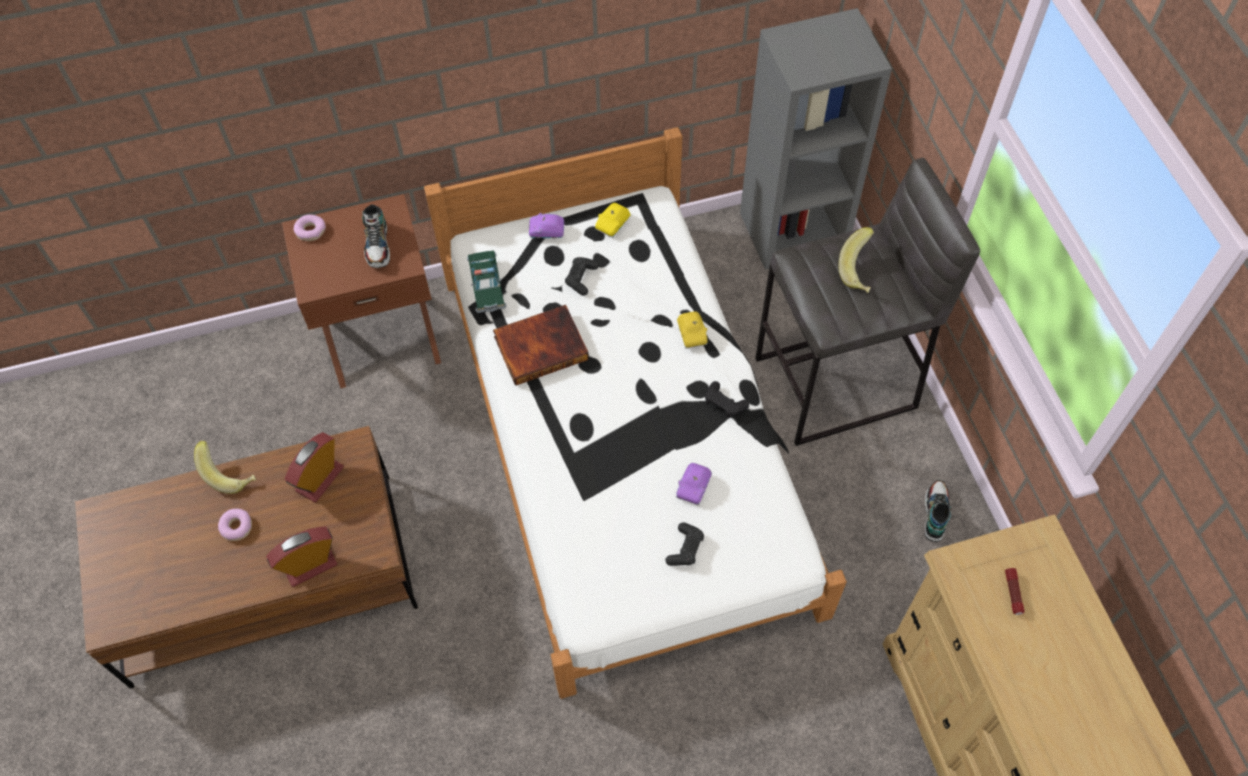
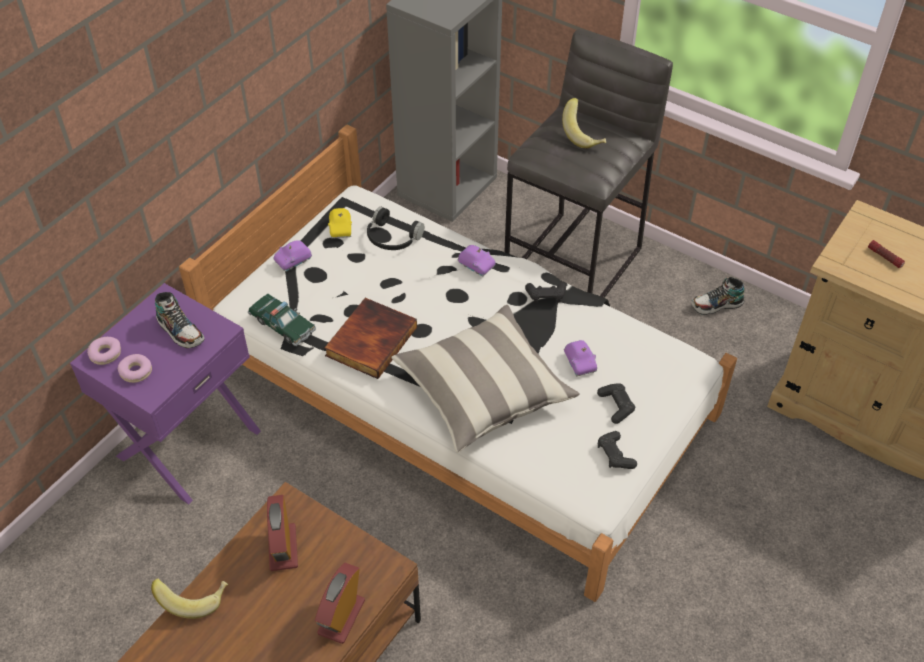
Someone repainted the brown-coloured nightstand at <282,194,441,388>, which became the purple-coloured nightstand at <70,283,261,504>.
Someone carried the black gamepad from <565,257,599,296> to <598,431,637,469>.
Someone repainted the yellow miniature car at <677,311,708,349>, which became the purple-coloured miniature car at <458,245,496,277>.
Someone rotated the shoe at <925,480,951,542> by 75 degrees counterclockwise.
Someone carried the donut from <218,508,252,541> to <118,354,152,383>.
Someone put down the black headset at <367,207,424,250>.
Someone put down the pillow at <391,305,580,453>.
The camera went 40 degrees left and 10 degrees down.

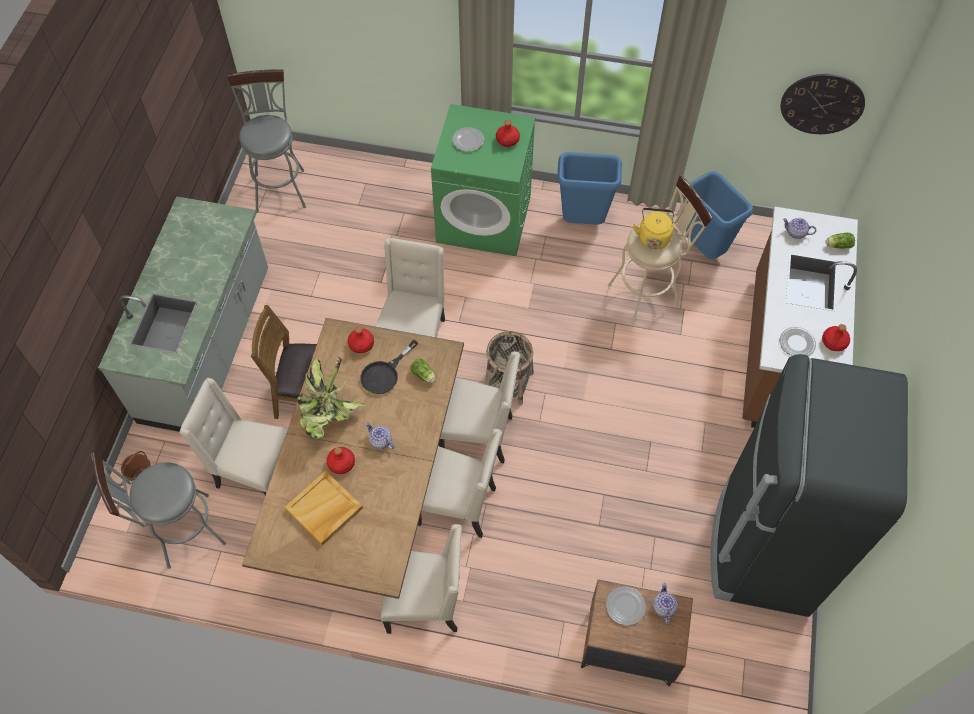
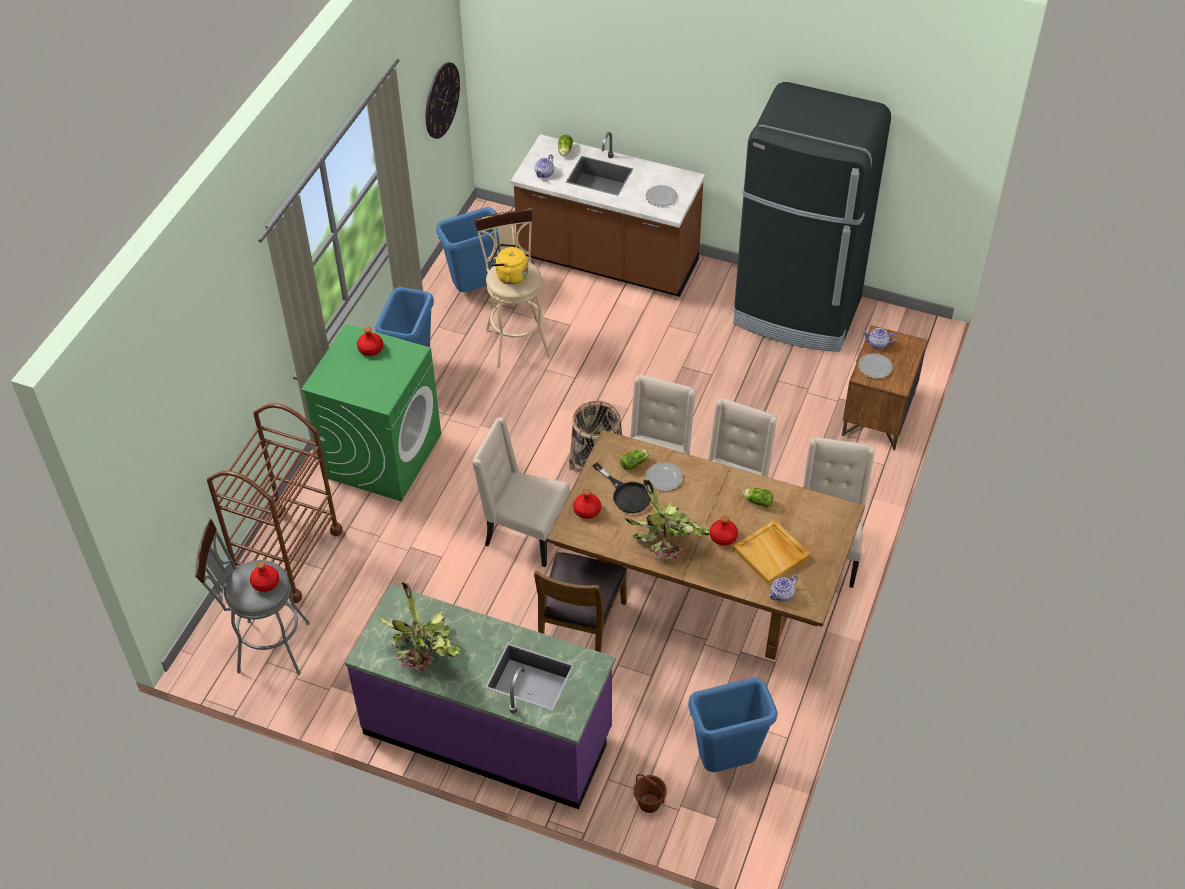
Someone carried the flat dish from <452,127,484,152> to <646,462,683,491>.
Someone repainted the grey counter at <98,196,268,432>, which became the purple-coloured counter at <345,584,615,809>.
Someone carried the reddish drink bottle from <822,324,850,351> to <250,562,279,592>.
Someone took away the beige-coloured plain chair at <179,378,288,495>.
Someone carried the teapot from <365,422,394,450> to <768,575,798,602>.
Someone swapped the grey stool seat at <91,453,226,569> for the bluish rubbish bin at <688,677,778,772>.
Someone put down the brown-coloured wheeled cart at <207,403,343,603>.
Someone put down the lettuce head at <743,488,773,508>.
Someone put down the potted plant at <379,582,461,671>.
The camera went 80 degrees left and 10 degrees down.

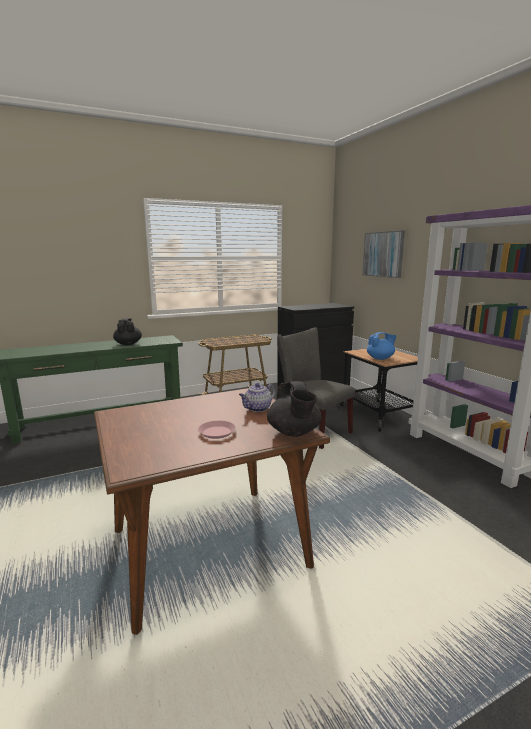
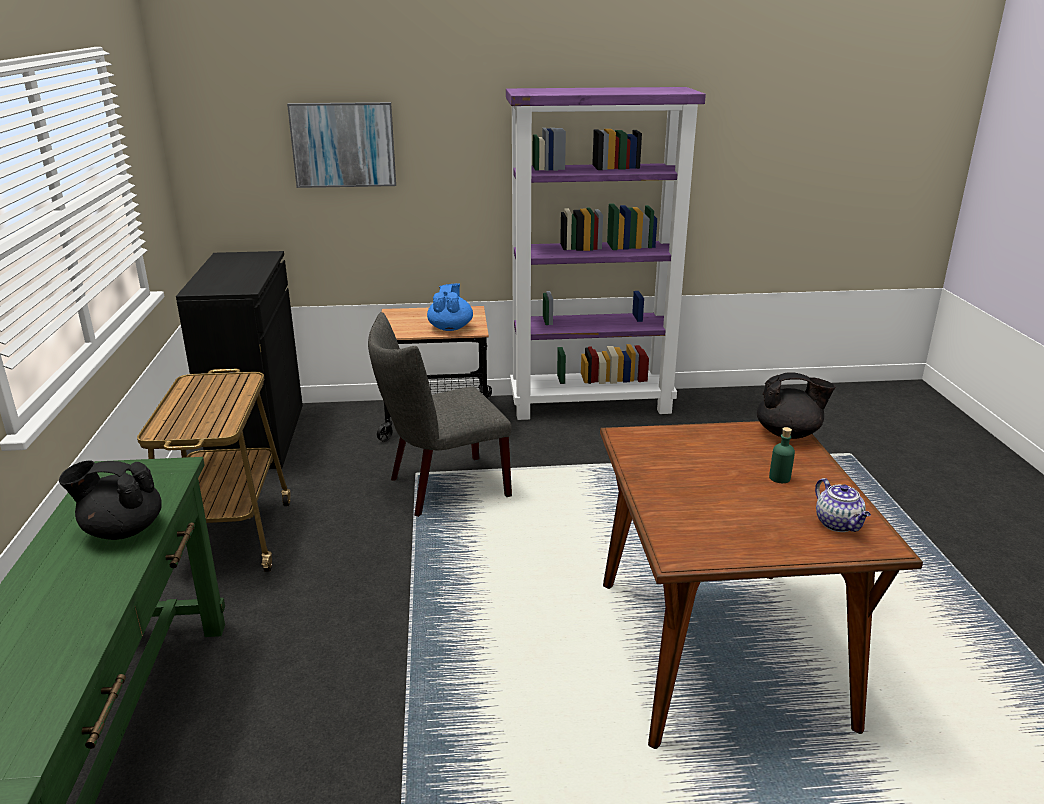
Someone carried the teapot from <239,383,275,412> to <815,478,871,532>.
Someone swapped the pink-coloured flat dish at <198,421,236,439> for the greenish drink bottle at <769,427,795,483>.
The camera went 70 degrees left and 10 degrees up.

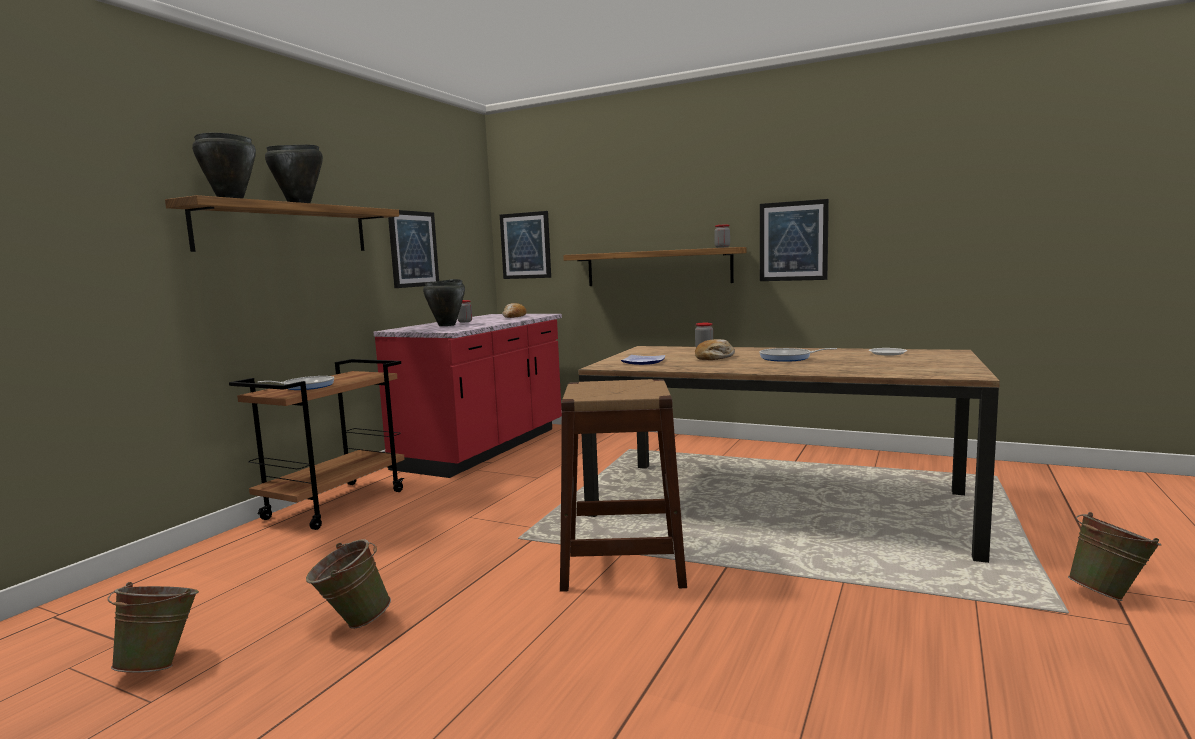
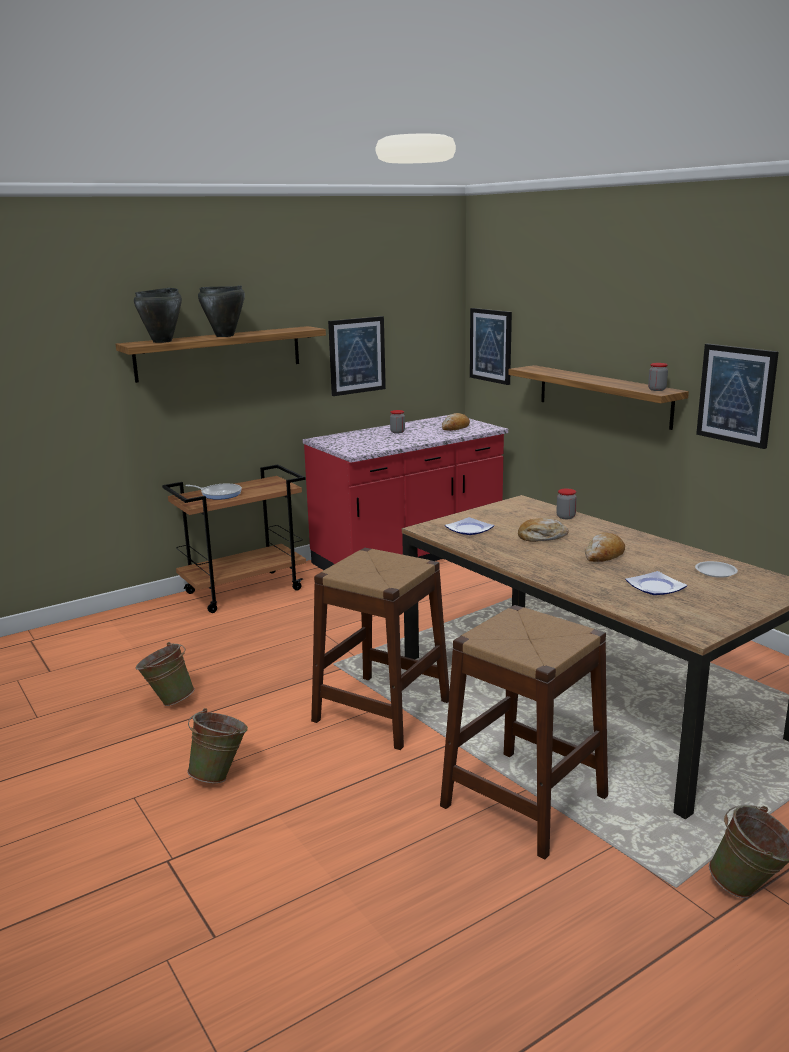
Someone took away the black stockpot at <423,279,465,326>.
Someone swapped the skillet at <759,348,837,362> for the bakery bread at <585,533,625,562>.
Someone carried the greenish water bucket from <108,582,199,673> to <187,708,248,783>.
Someone put down the flat dish at <625,571,687,595>.
Someone put down the brown-coloured stool seat at <440,605,608,860>.
The camera went 30 degrees right and 10 degrees up.

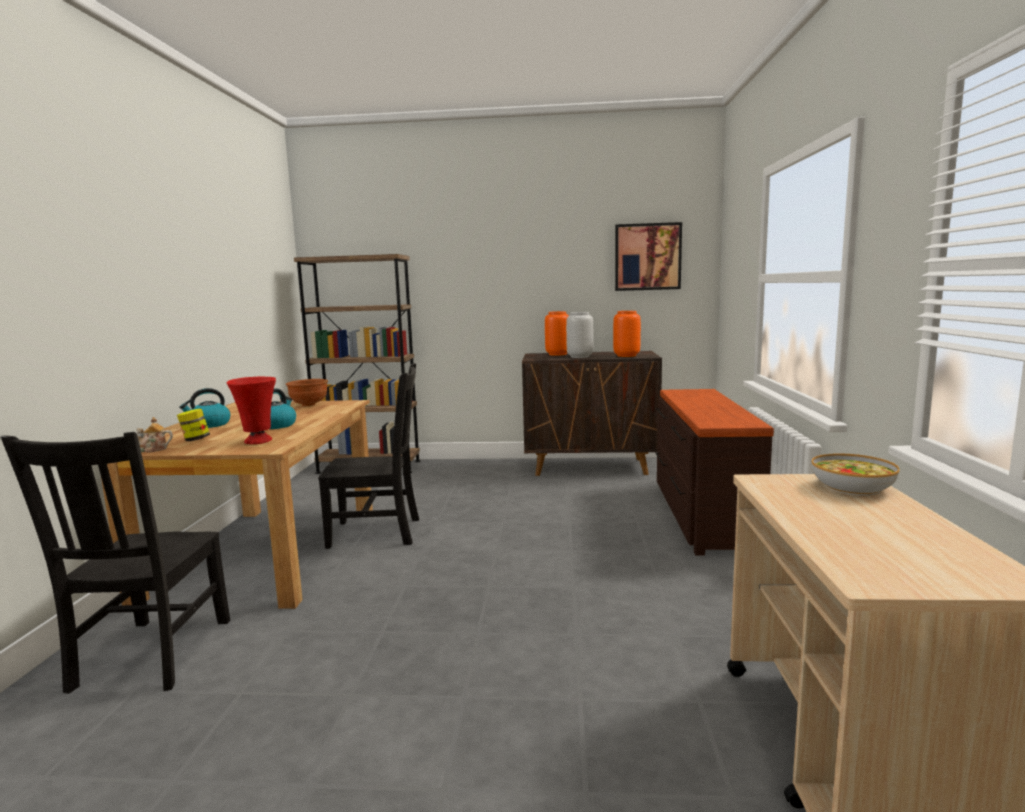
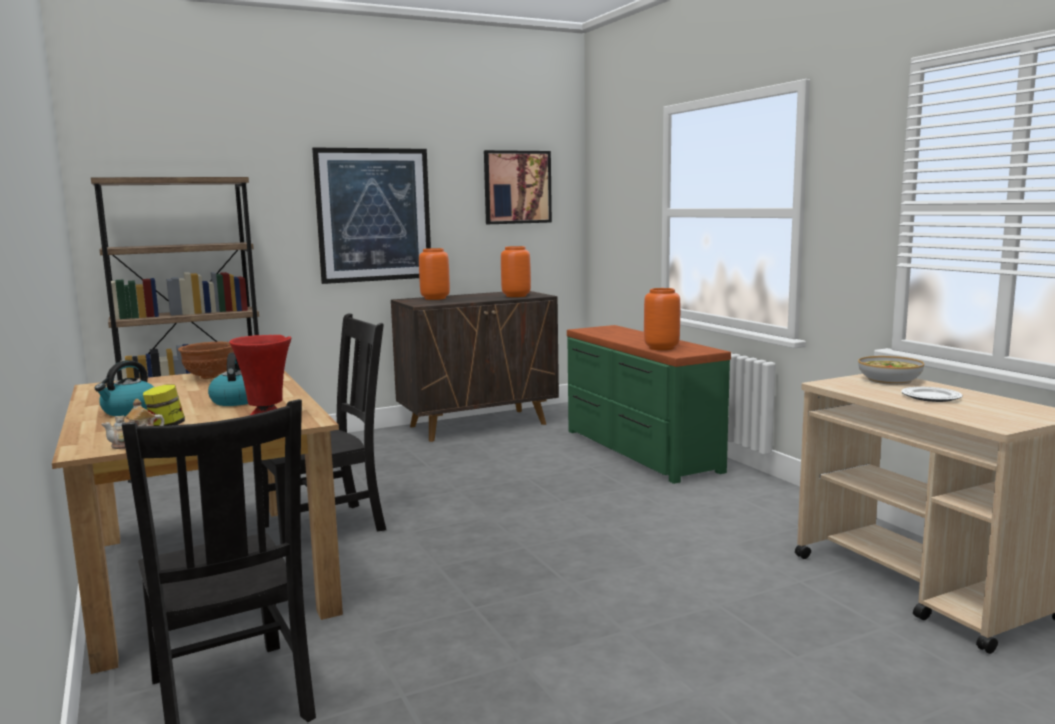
Someone took away the grey vase at <566,312,593,358>.
Someone repainted the brown-coloured dresser at <655,389,774,556>, which became the greenish dresser at <567,325,731,484>.
Someone put up the wall art at <312,147,431,284>.
Someone put down the orangey vase at <644,288,680,350>.
Someone put down the flat dish at <901,387,963,402>.
The camera went 30 degrees left and 0 degrees up.

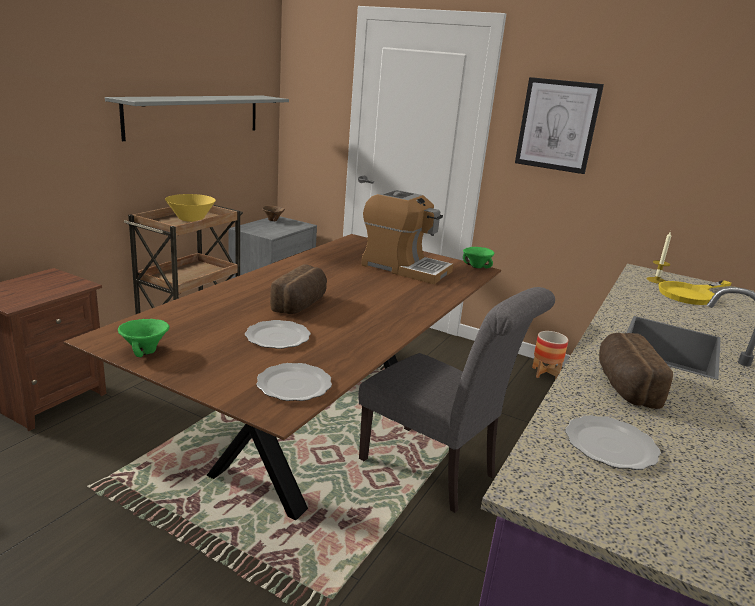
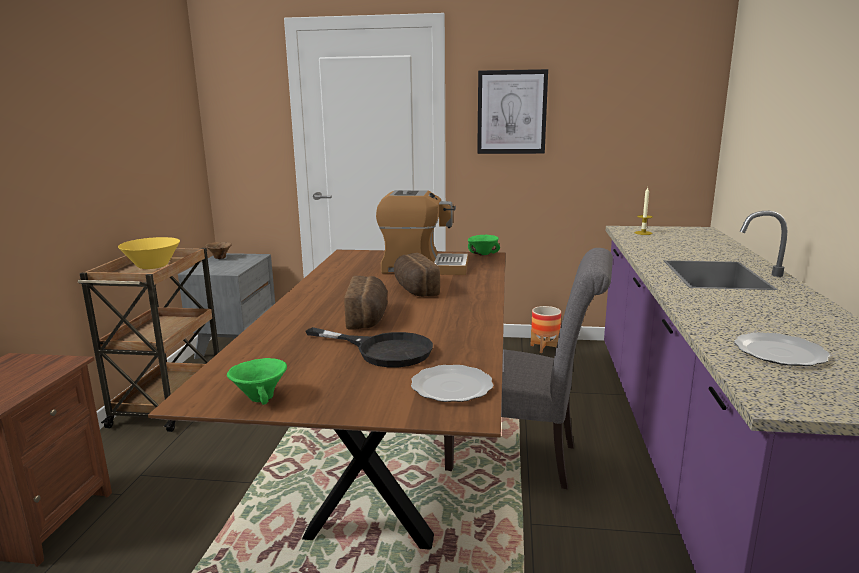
Someone took away the grey shelf at <105,96,289,141>.
Someone took away the yellow skillet at <658,280,732,305>.
Someone swapped the flat dish at <245,320,311,349> for the black skillet at <305,327,433,367>.
Someone carried the bakery bread from <599,333,673,409> to <394,253,440,297>.
The camera went 20 degrees left and 5 degrees down.

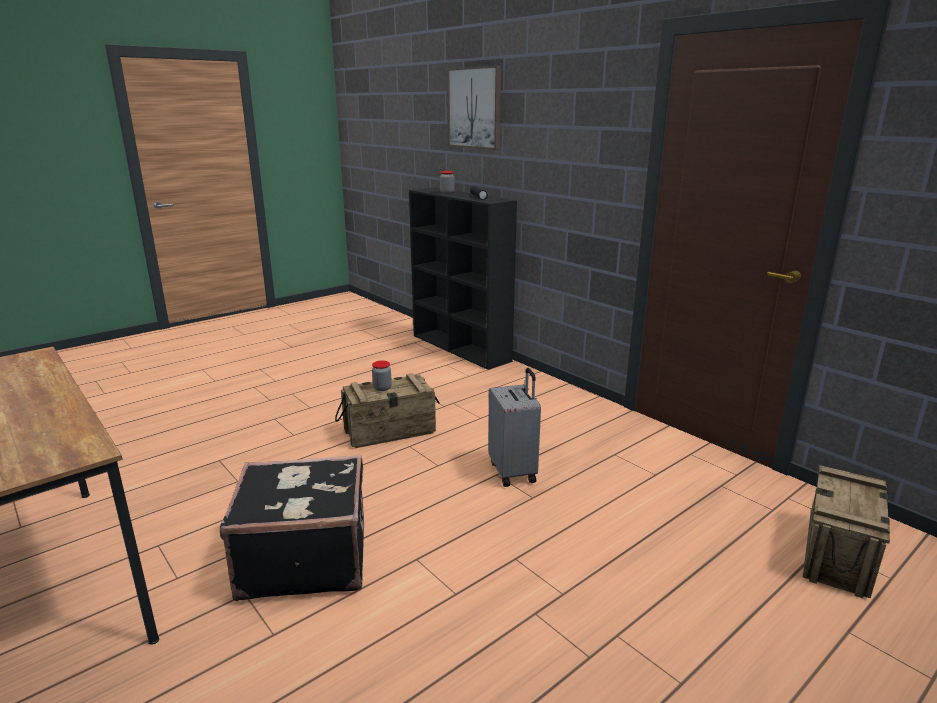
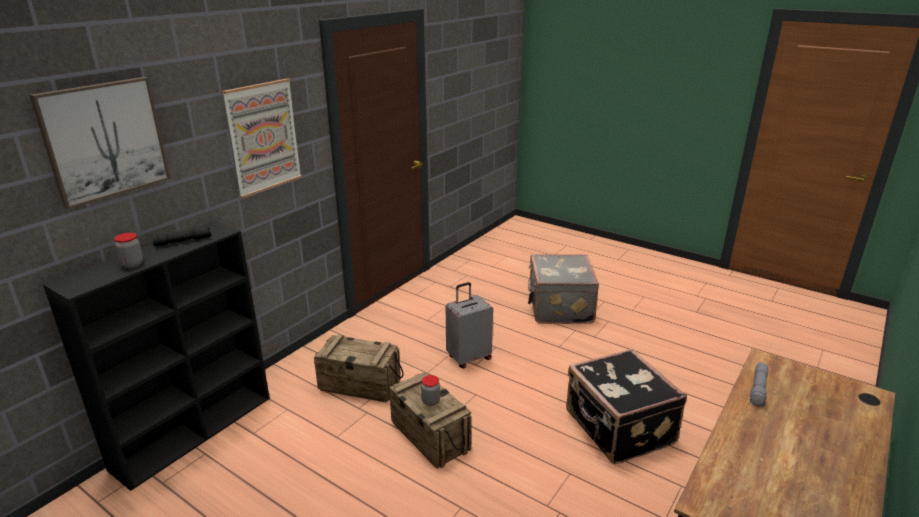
Someone carried the shipping crate from <803,465,890,598> to <314,335,404,402>.
Someone put up the wall art at <222,78,302,198>.
Someone put down the grey travel case at <528,254,599,324>.
Someone put down the grey torch at <750,362,768,407>.
The camera went 105 degrees left and 5 degrees up.

